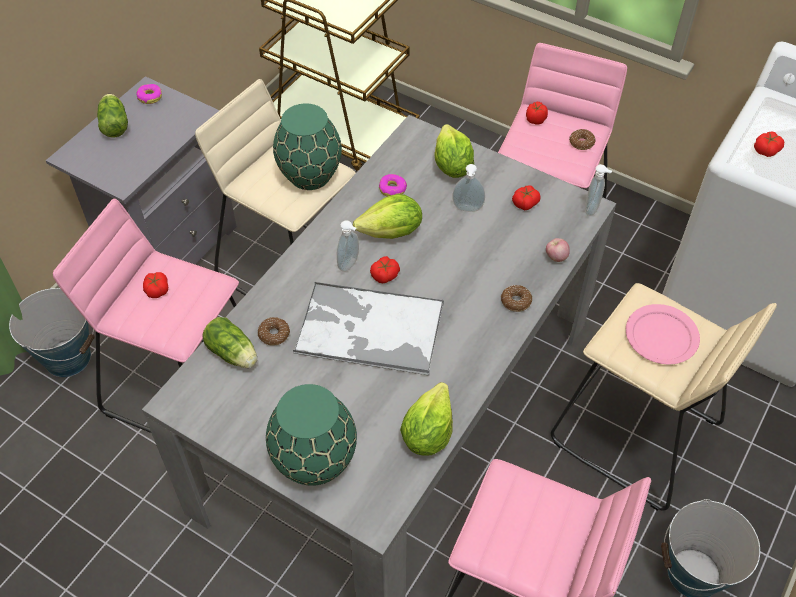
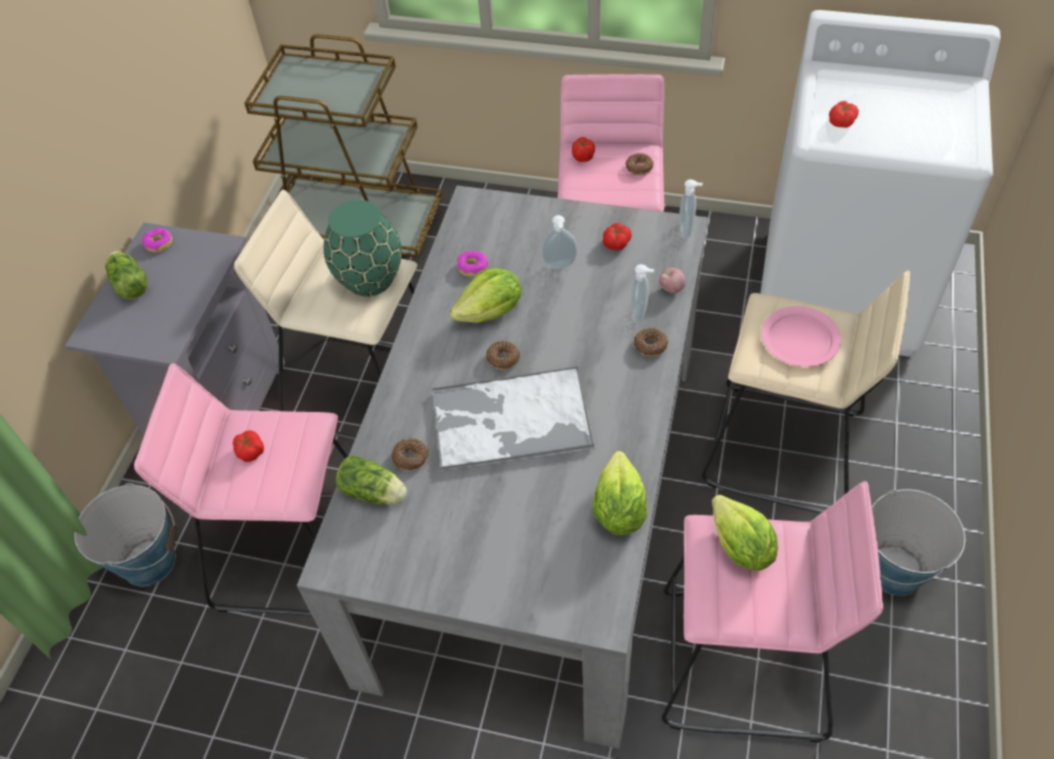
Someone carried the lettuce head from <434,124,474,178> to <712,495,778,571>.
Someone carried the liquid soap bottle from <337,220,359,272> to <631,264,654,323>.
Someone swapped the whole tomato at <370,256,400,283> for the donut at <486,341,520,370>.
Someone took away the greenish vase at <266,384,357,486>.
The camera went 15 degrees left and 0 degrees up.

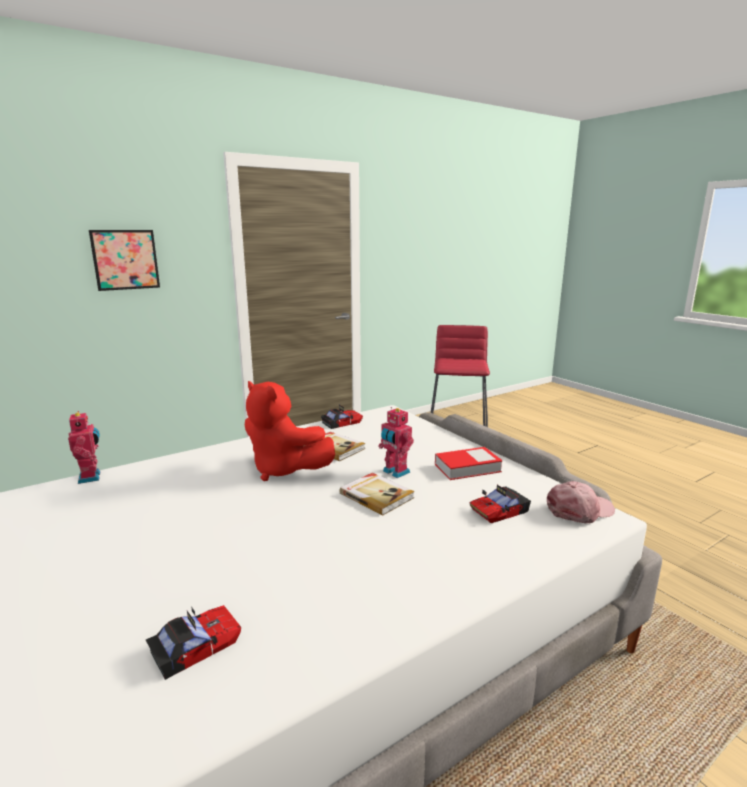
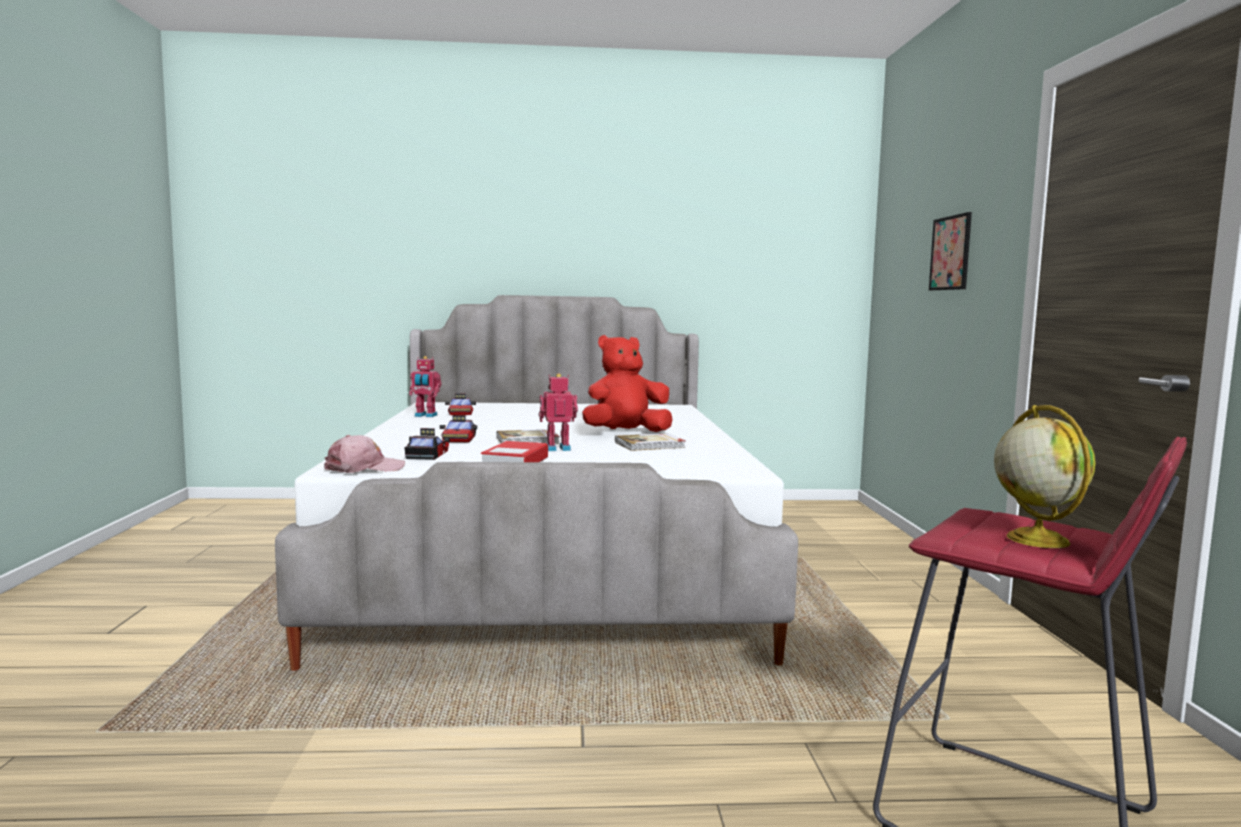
Someone carried the miniature car from <321,405,363,429> to <440,415,477,442>.
Someone carried the model robot from <68,411,100,484> to <409,356,441,417>.
Someone rotated the pink-coloured peaked cap at <547,481,615,523> by 120 degrees counterclockwise.
Someone put down the globe at <994,405,1095,548>.
The camera went 120 degrees right and 10 degrees down.

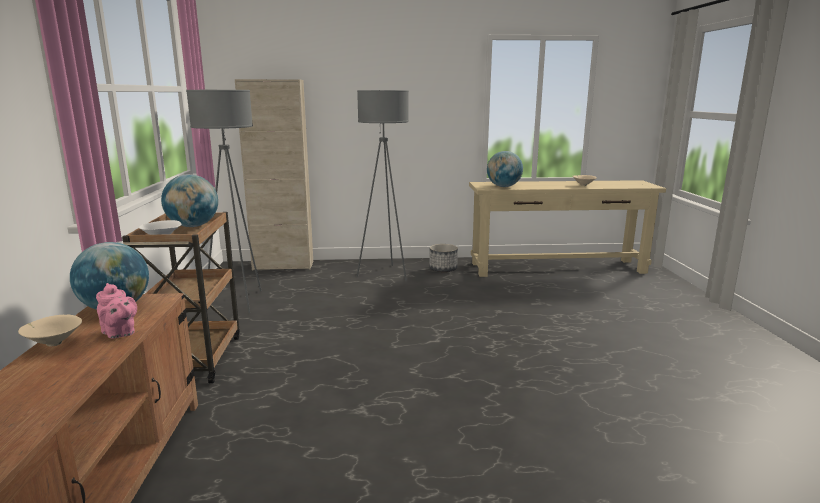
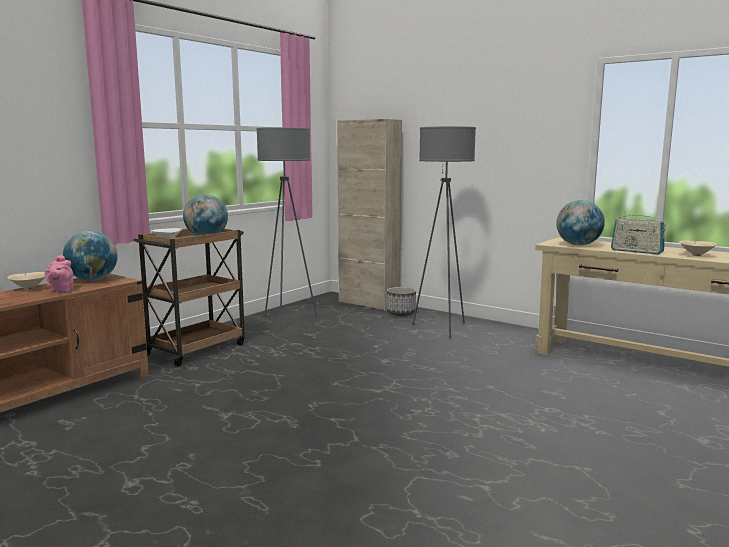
Someone carried the flower pot from <429,244,458,272> to <387,287,416,316>.
Someone put down the radio receiver at <611,211,666,254>.
The camera went 40 degrees right and 5 degrees down.

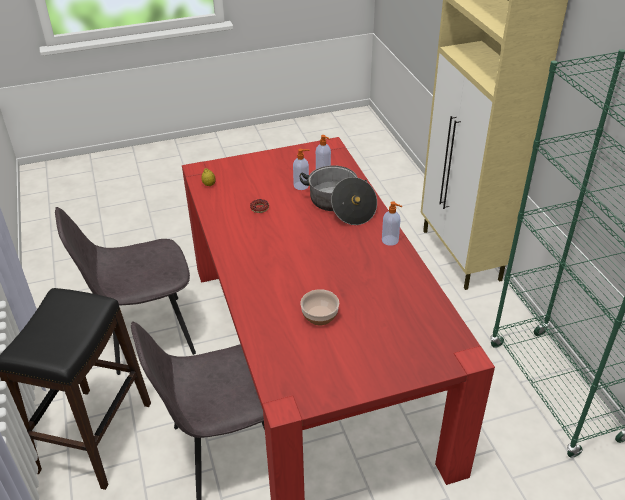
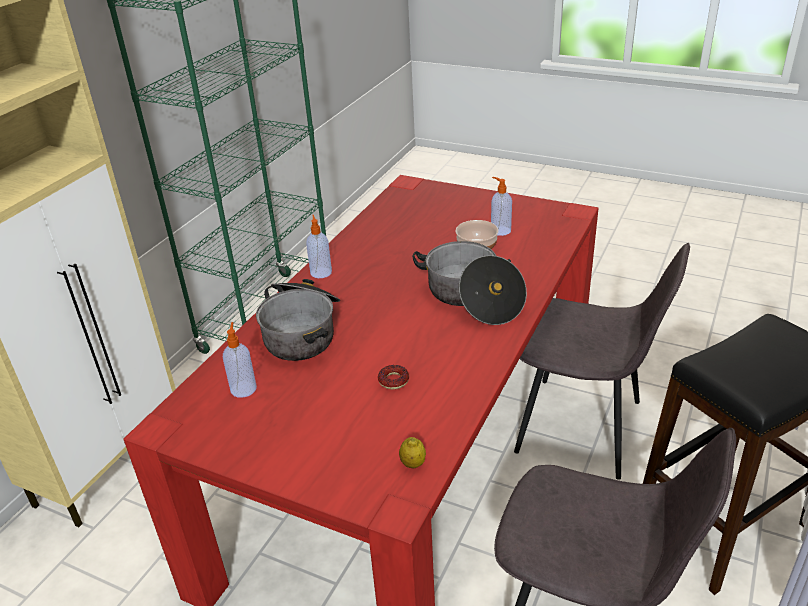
Someone carried the liquid soap bottle from <293,149,310,190> to <491,177,512,236>.
Someone put down the stockpot at <412,241,527,325>.
The camera went 135 degrees left and 5 degrees down.

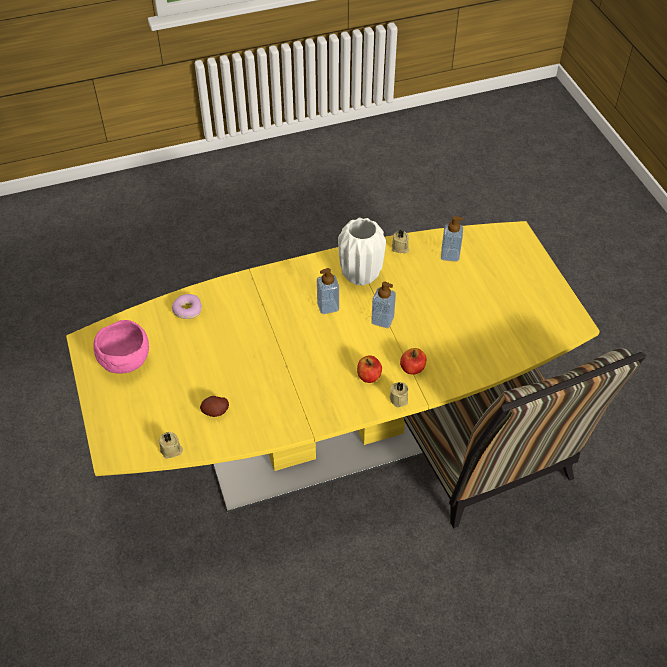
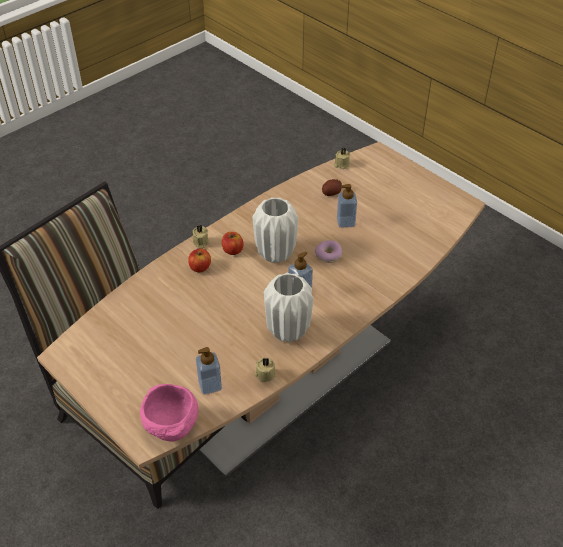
Someone repainted the yellow dinner table at <66,221,600,513>, which became the brown-coloured dinner table at <37,142,485,477>.
Someone carried the liquid soap bottle from <371,282,396,328> to <337,184,357,228>.
Someone carried the donut from <172,294,202,319> to <315,240,342,263>.
Someone carried the pink-coloured serving bowl from <93,320,149,374> to <140,384,198,441>.
Someone put down the white vase at <253,197,298,263>.
The camera went 155 degrees right and 5 degrees down.

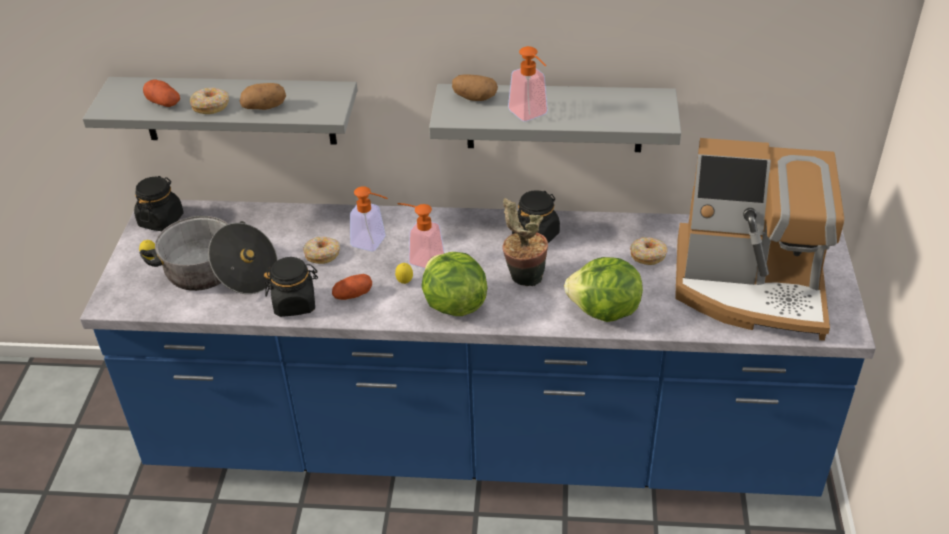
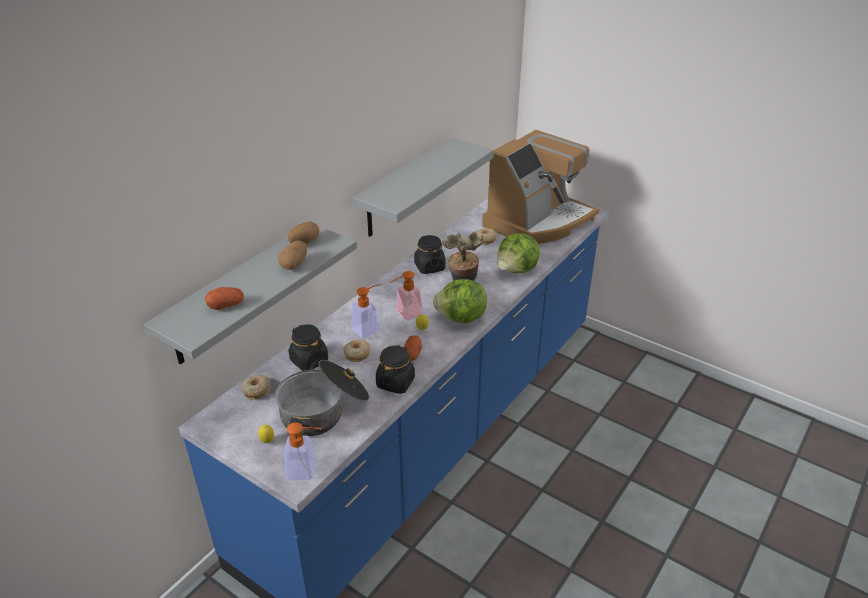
Someone carried the liquid soap bottle from <508,46,548,122> to <285,422,322,480>.
Someone carried the whole potato from <452,74,498,101> to <288,221,319,244>.
Someone carried the donut from <190,88,229,114> to <241,375,271,400>.
Someone carried the black storage jar from <134,176,184,231> to <289,324,328,371>.
The camera went 60 degrees left and 5 degrees down.

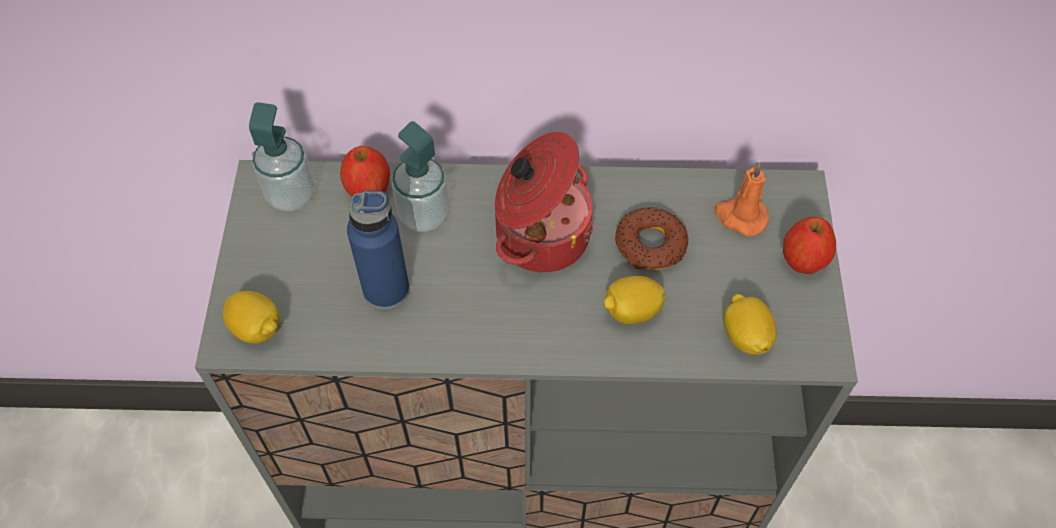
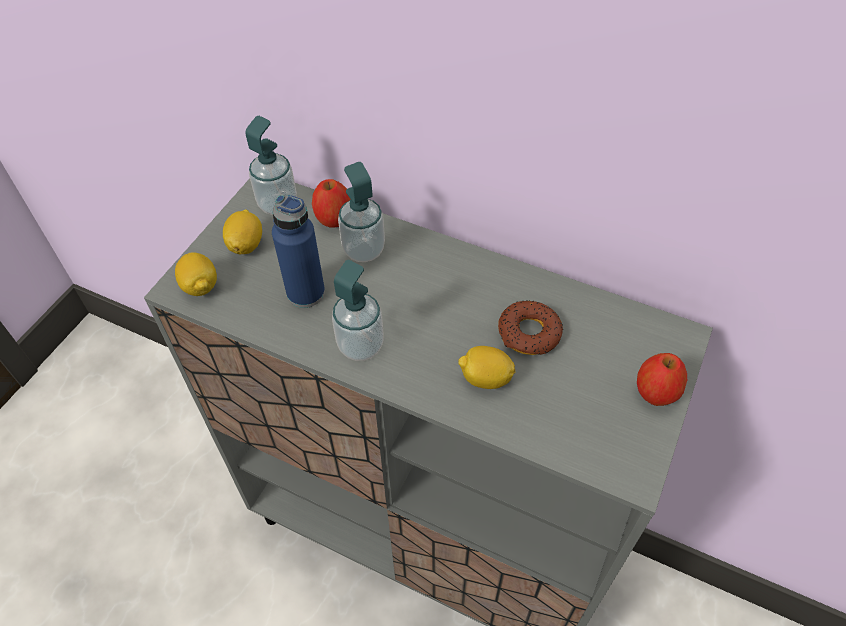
Someone took away the stockpot at <495,132,594,273>.
Someone took away the orangey wax light at <714,163,769,236>.
Someone carried the whole lemon from <723,294,777,355> to <223,209,262,254>.
Someone put down the liquid soap bottle at <332,260,384,361>.
The camera went 25 degrees right and 5 degrees down.

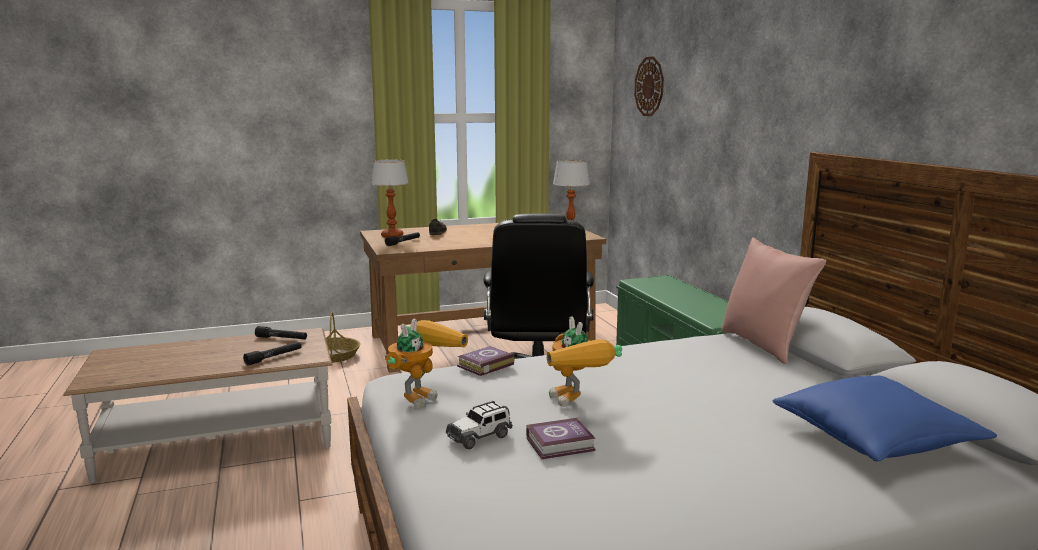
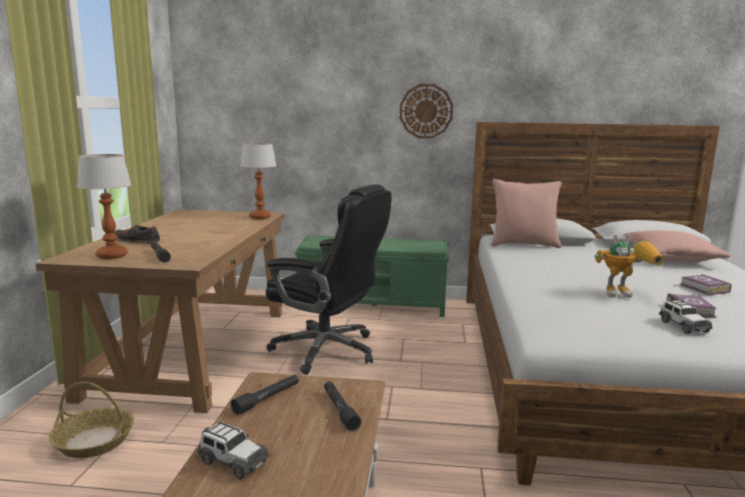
Someone carried the clock on the wall from <634,56,664,116> to <400,84,453,138>.
Someone took away the model robot at <385,318,468,409>.
Someone carried the bound book from <457,346,514,376> to <679,274,731,295>.
Someone repainted the bluish pillow at <773,376,997,462>, which became the pink-coloured pillow at <623,230,731,262>.
Someone put down the miniature car at <197,422,269,479>.
The camera went 65 degrees left and 0 degrees up.

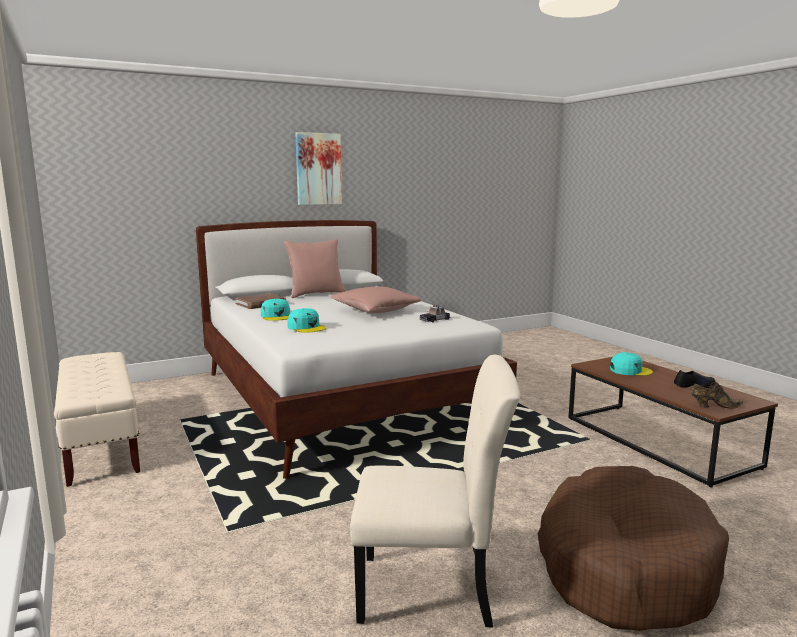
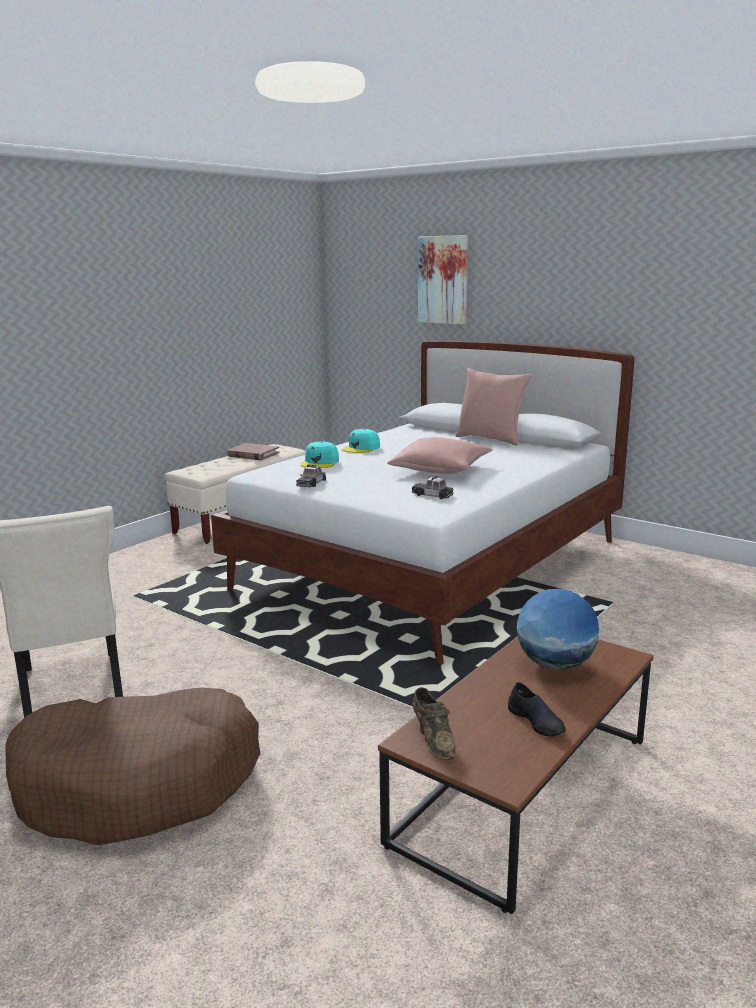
Someone carried the wall art from <295,132,342,205> to <418,235,468,325>.
Someone carried the brown-coloured bound book from <235,293,287,309> to <227,443,280,460>.
Someone swapped the blue-green peaked cap at <610,352,653,376> for the globe at <517,589,599,670>.
Someone put down the miniature car at <296,465,326,487>.
The camera went 65 degrees right and 5 degrees up.

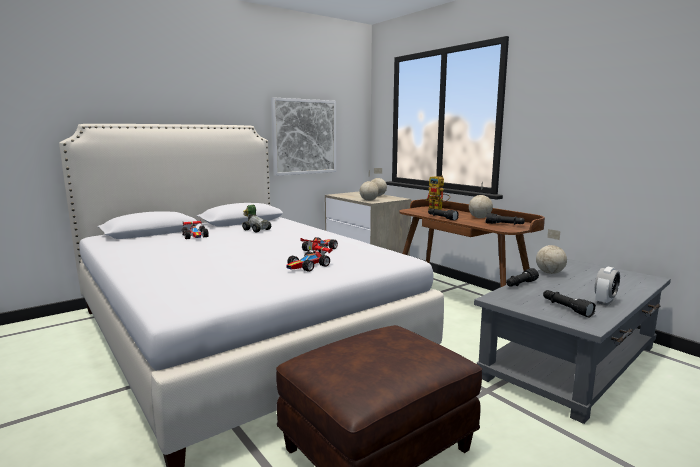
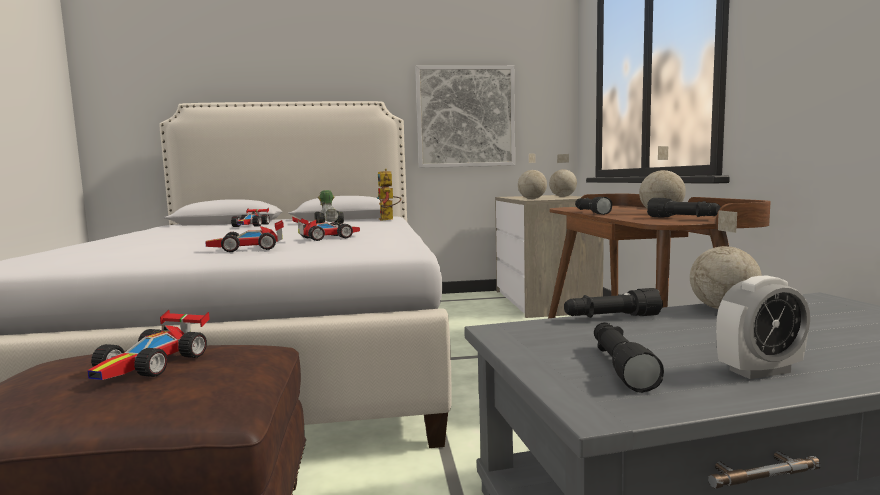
Someone carried the model robot from <426,175,450,210> to <377,169,401,221>.
Someone put down the miniature car at <87,310,210,380>.
The camera went 30 degrees right and 5 degrees down.

